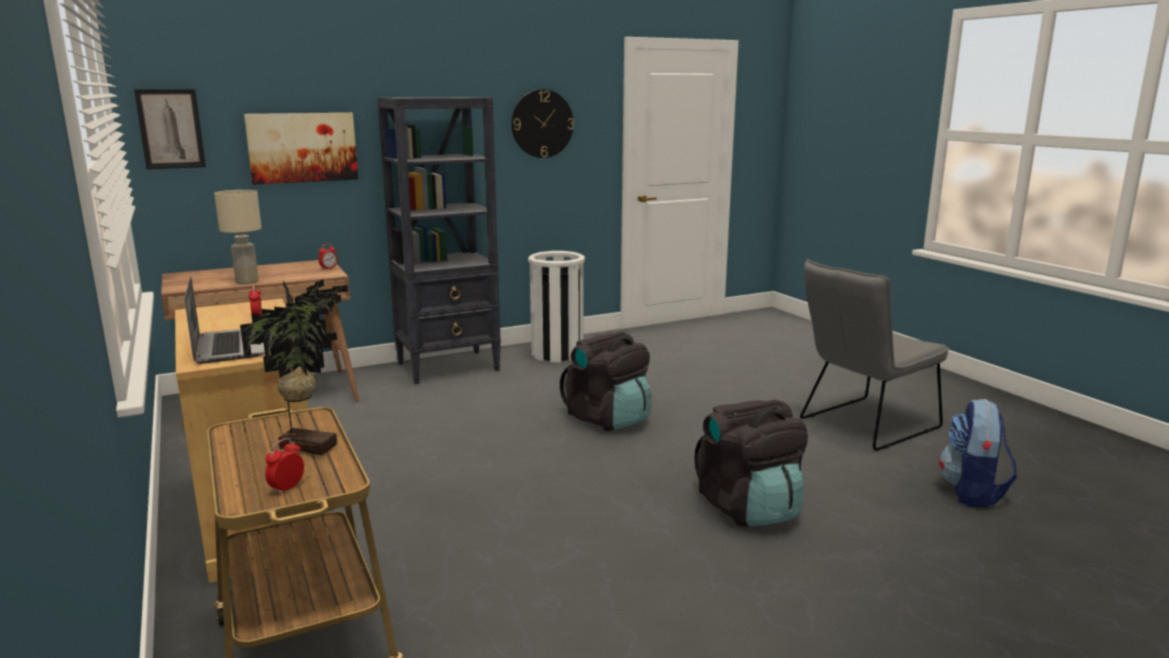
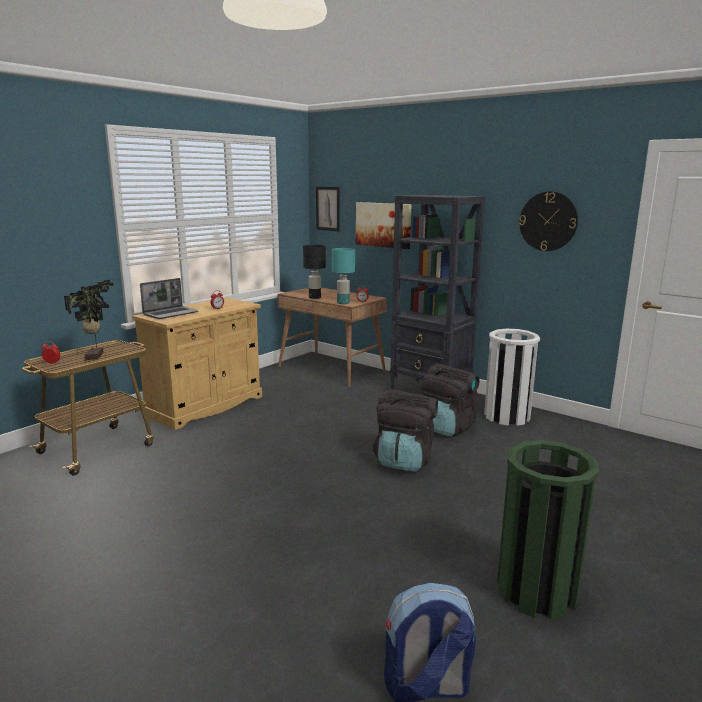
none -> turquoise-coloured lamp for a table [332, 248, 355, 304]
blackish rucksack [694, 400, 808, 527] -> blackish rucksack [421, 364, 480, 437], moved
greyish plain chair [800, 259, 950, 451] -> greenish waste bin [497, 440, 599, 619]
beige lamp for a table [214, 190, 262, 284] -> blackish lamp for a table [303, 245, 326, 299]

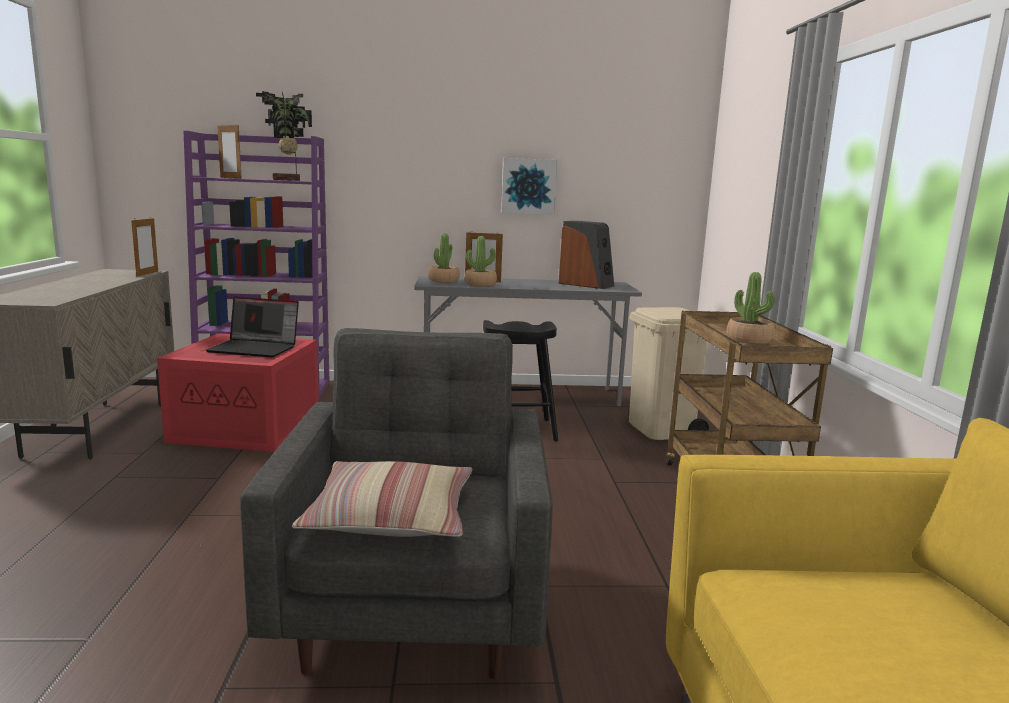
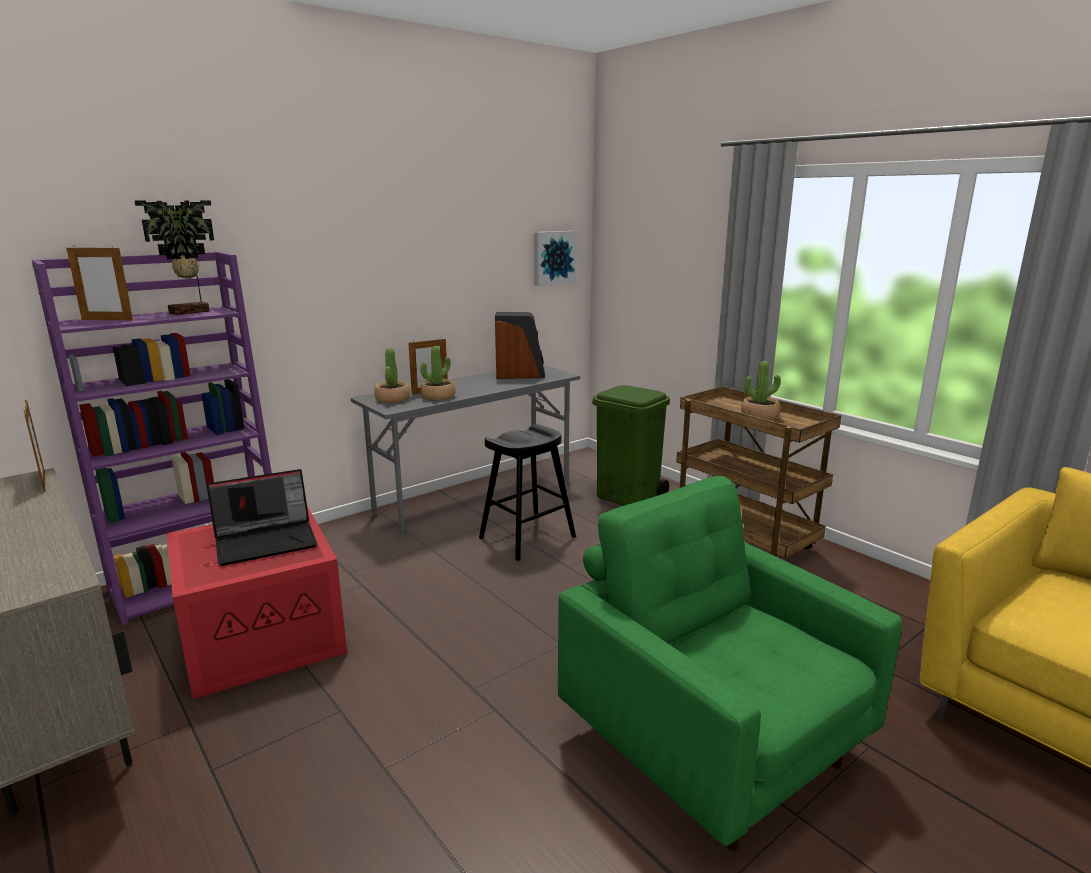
throw pillow [292, 461, 473, 537] -> none
picture [501, 158, 558, 215] -> picture [534, 231, 578, 286], moved
greyish lounge chair [240, 328, 553, 679] -> greenish lounge chair [558, 476, 902, 851]
beige waste bin [629, 307, 709, 440] -> greenish waste bin [593, 385, 670, 506]

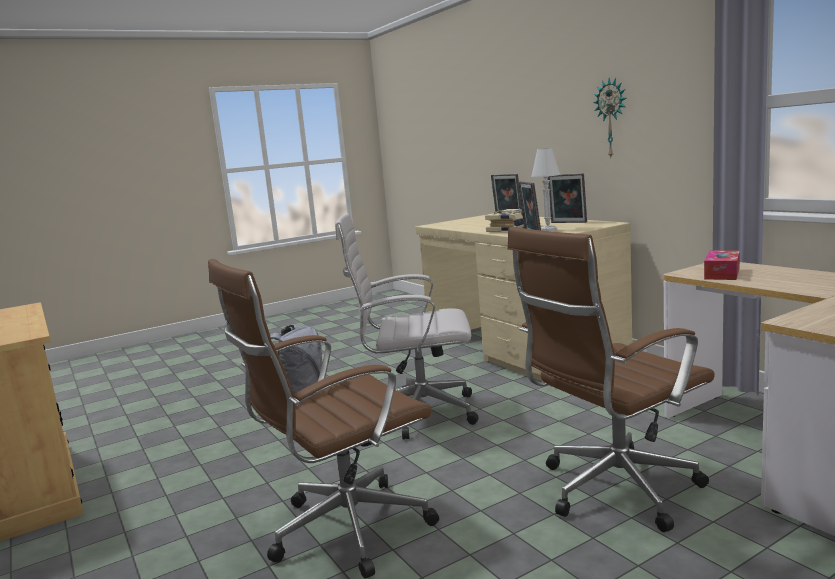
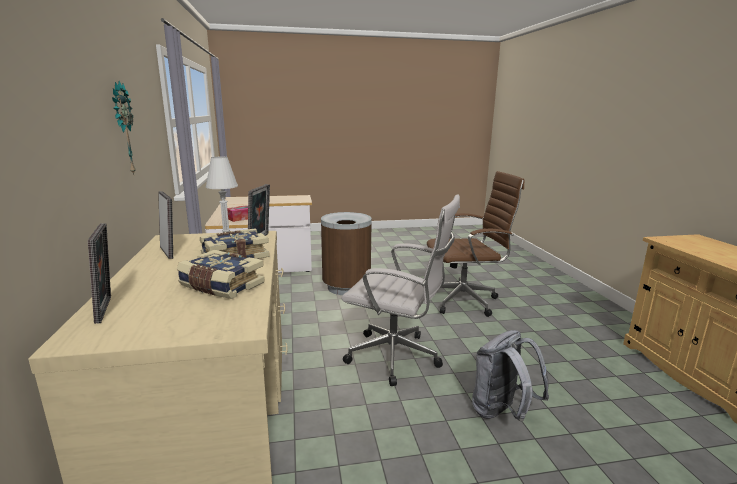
none -> book [177, 250, 265, 299]
brownish desk chair [507, 227, 715, 532] -> brownish waste bin [321, 212, 372, 295]

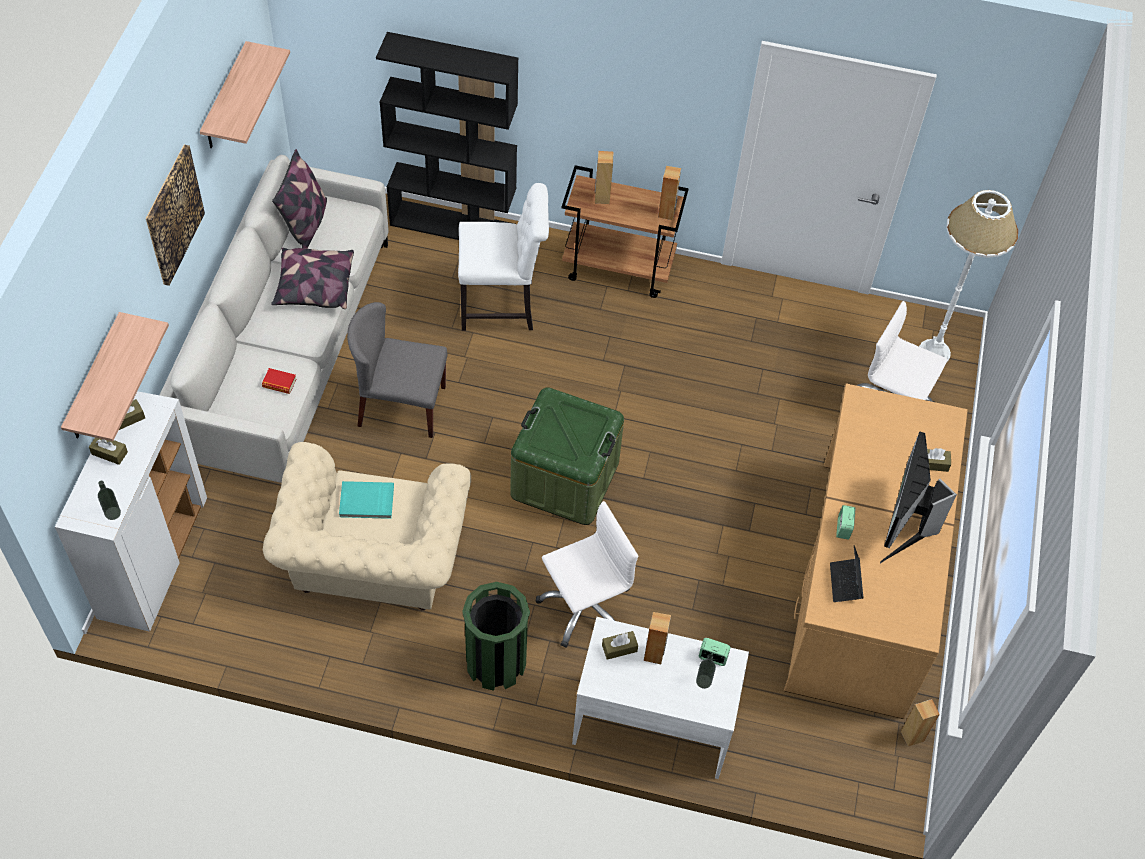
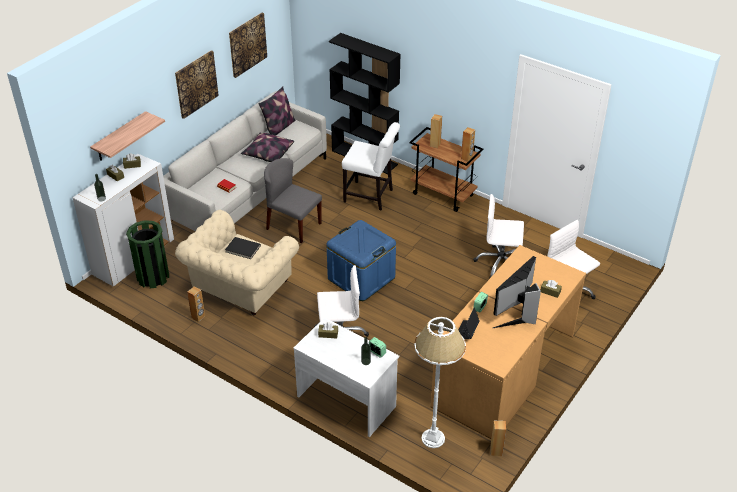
none -> white-coloured desk chair [474, 194, 524, 279]
greenish waste bin [462, 582, 530, 691] -> greenish waste bin [126, 220, 169, 289], moved
brownish loudspeaker [644, 612, 671, 664] -> brownish loudspeaker [187, 286, 205, 322], moved
white-coloured standing lamp [919, 190, 1018, 362] -> white-coloured standing lamp [414, 317, 466, 448], moved
bracket shelf [200, 41, 290, 148] -> picture [229, 13, 267, 78]
turquoise-coloured book [339, 481, 394, 519] -> blackish book [225, 237, 261, 259]
greenish storage container [510, 387, 624, 525] -> bluish storage container [327, 220, 396, 301]

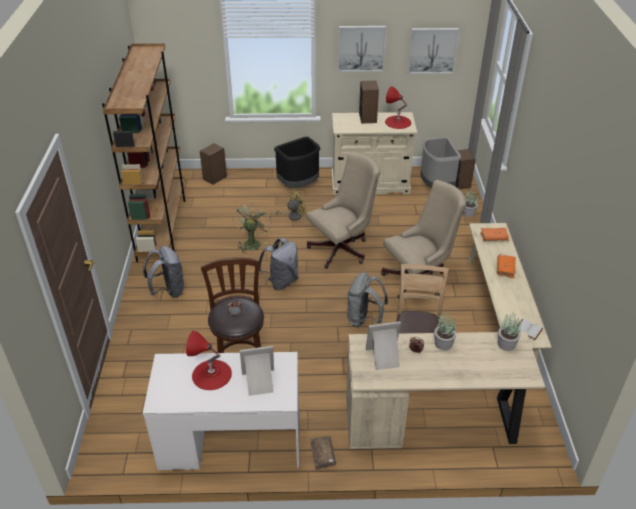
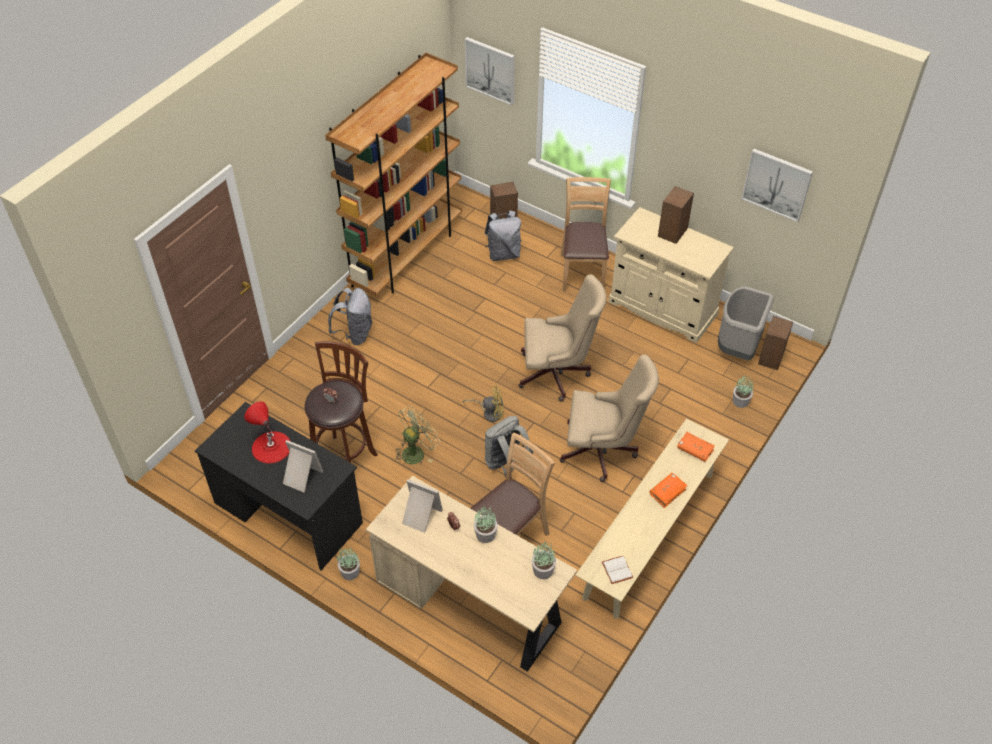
reddish lamp for a table [385, 86, 411, 129] -> none
greenish fan [233, 203, 272, 252] -> greenish fan [395, 406, 440, 464], moved
greyish rucksack [259, 238, 299, 290] -> greyish rucksack [485, 210, 522, 261], moved
yellow fan [270, 191, 307, 221] -> yellow fan [463, 385, 504, 422], moved
picture [338, 26, 386, 72] -> picture [465, 37, 515, 106], moved
blackish waste bin [274, 136, 320, 188] -> brownish plain chair [561, 177, 611, 291]
brownish book [310, 436, 336, 470] -> houseplant [337, 547, 360, 580]
white-coloured desk unit [143, 352, 299, 470] -> blackish desk unit [195, 402, 363, 570]

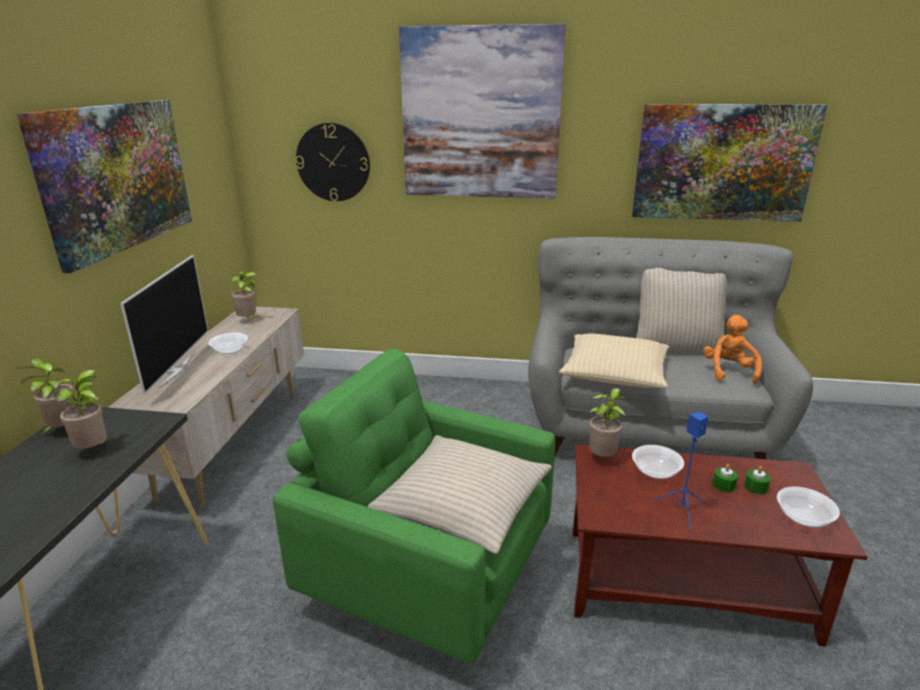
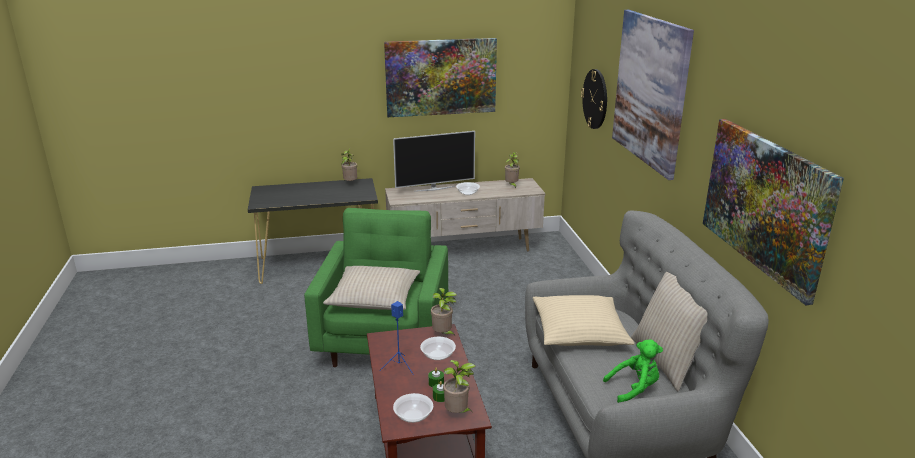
houseplant [53, 370, 110, 449] -> houseplant [443, 360, 476, 413], moved
orange-coloured cuddly toy [703, 315, 762, 384] -> greenish cuddly toy [603, 340, 663, 403]

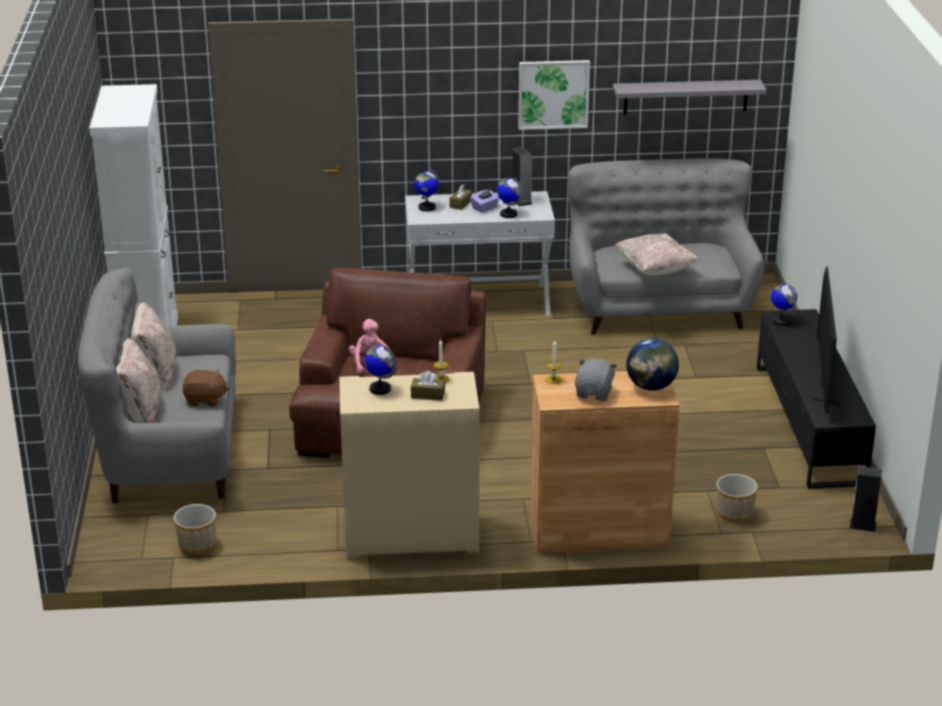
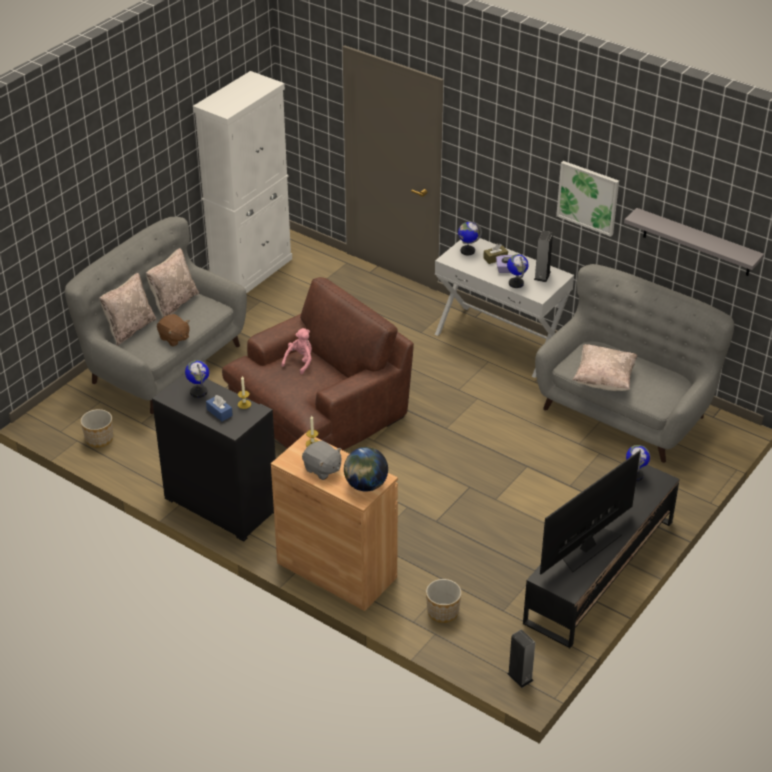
beige cupboard [339, 372, 480, 559] -> blackish cupboard [152, 373, 276, 541]
brownish tissue box [411, 371, 445, 400] -> bluish tissue box [206, 395, 233, 421]
greyish cuddly toy [575, 358, 617, 401] -> greyish cuddly toy [302, 441, 342, 480], 75 degrees clockwise

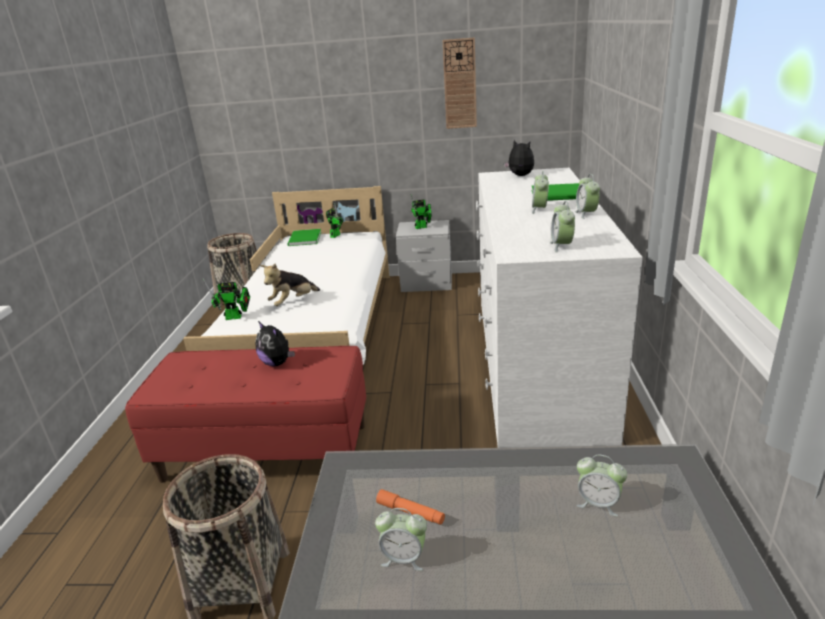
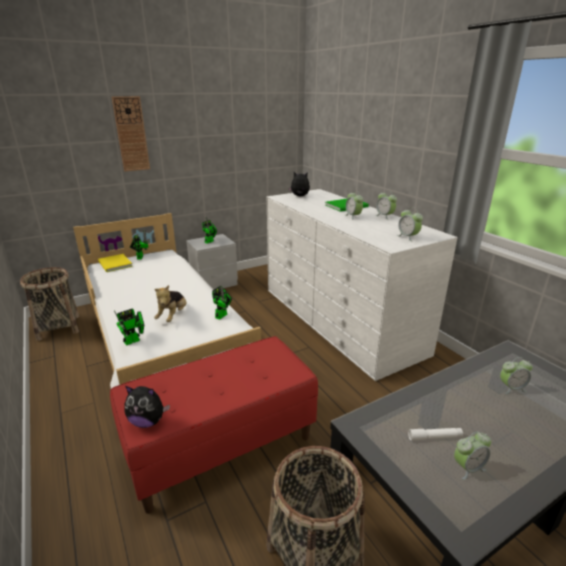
none -> robot figure [212, 285, 232, 320]
cuddly toy [255, 321, 295, 366] -> cuddly toy [124, 386, 170, 428], moved
clock on the wall [443, 37, 477, 129] -> clock on the wall [112, 96, 150, 171], moved
greenish book [287, 229, 321, 246] -> yellow book [98, 254, 132, 272]
orange-coloured flashlight [376, 489, 445, 525] -> white-coloured flashlight [408, 428, 463, 441]

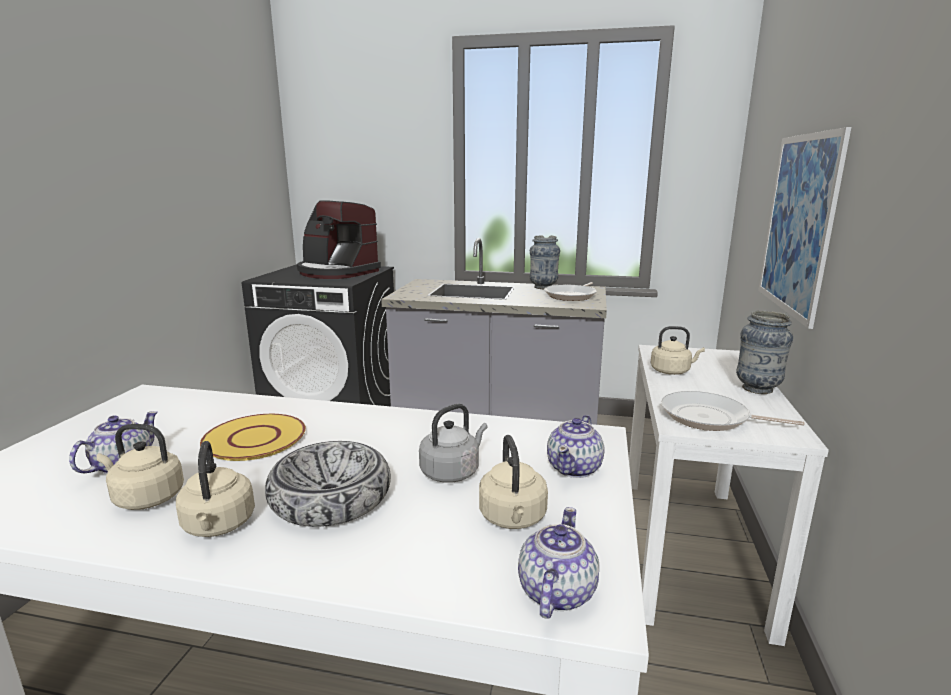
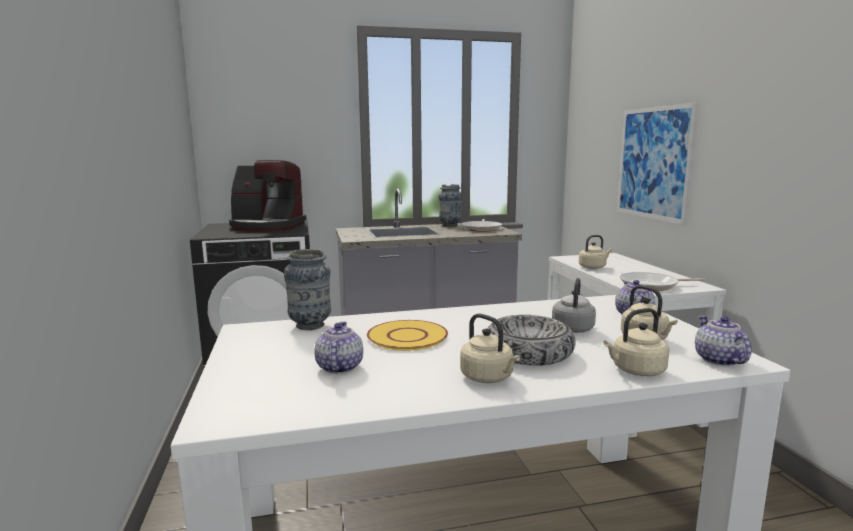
beige water kettle [96, 424, 184, 510] -> beige water kettle [603, 308, 669, 376], moved
vase [736, 311, 793, 394] -> vase [284, 249, 331, 330], moved

